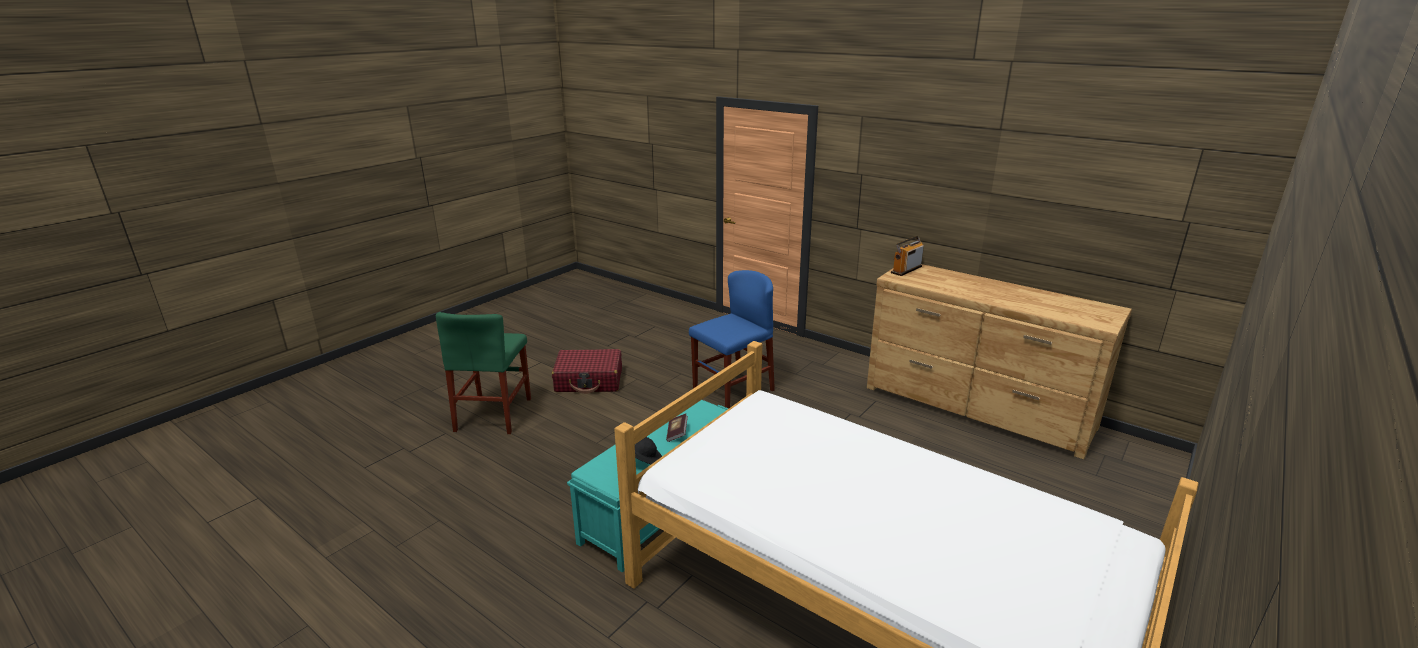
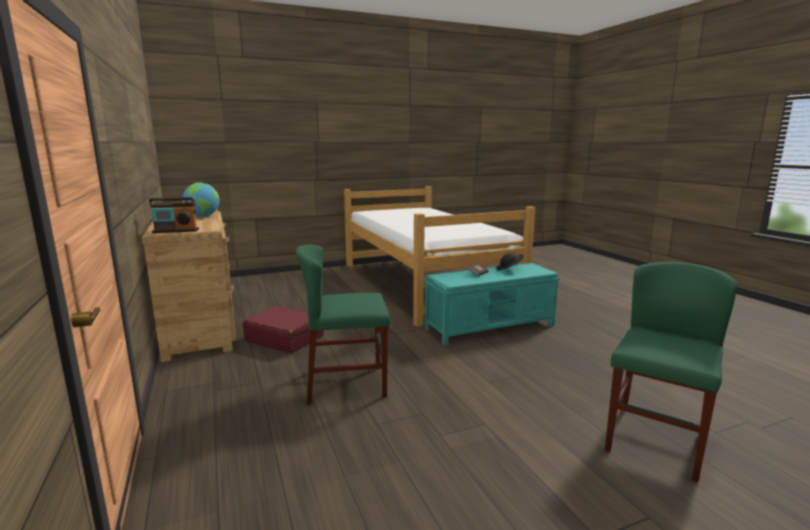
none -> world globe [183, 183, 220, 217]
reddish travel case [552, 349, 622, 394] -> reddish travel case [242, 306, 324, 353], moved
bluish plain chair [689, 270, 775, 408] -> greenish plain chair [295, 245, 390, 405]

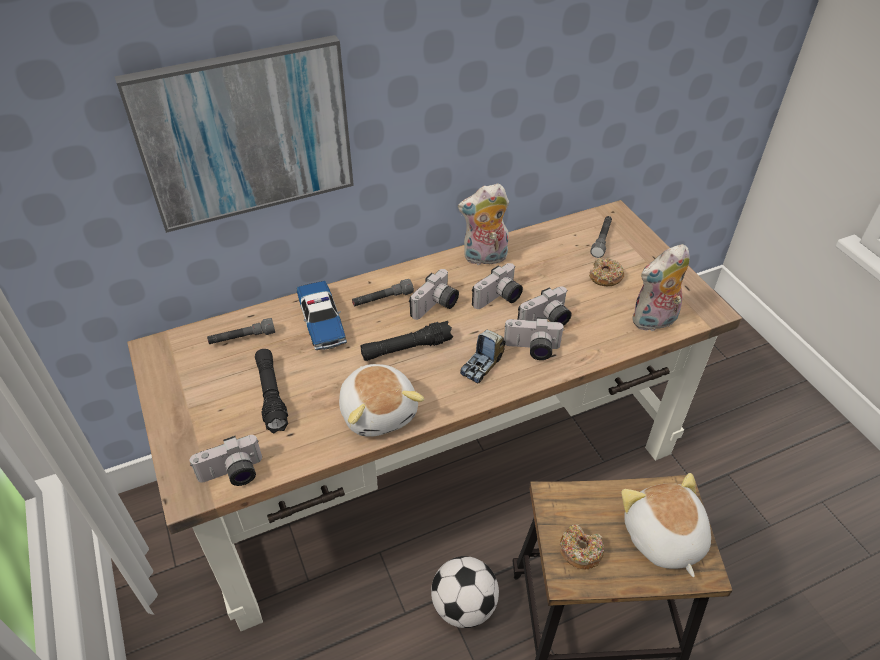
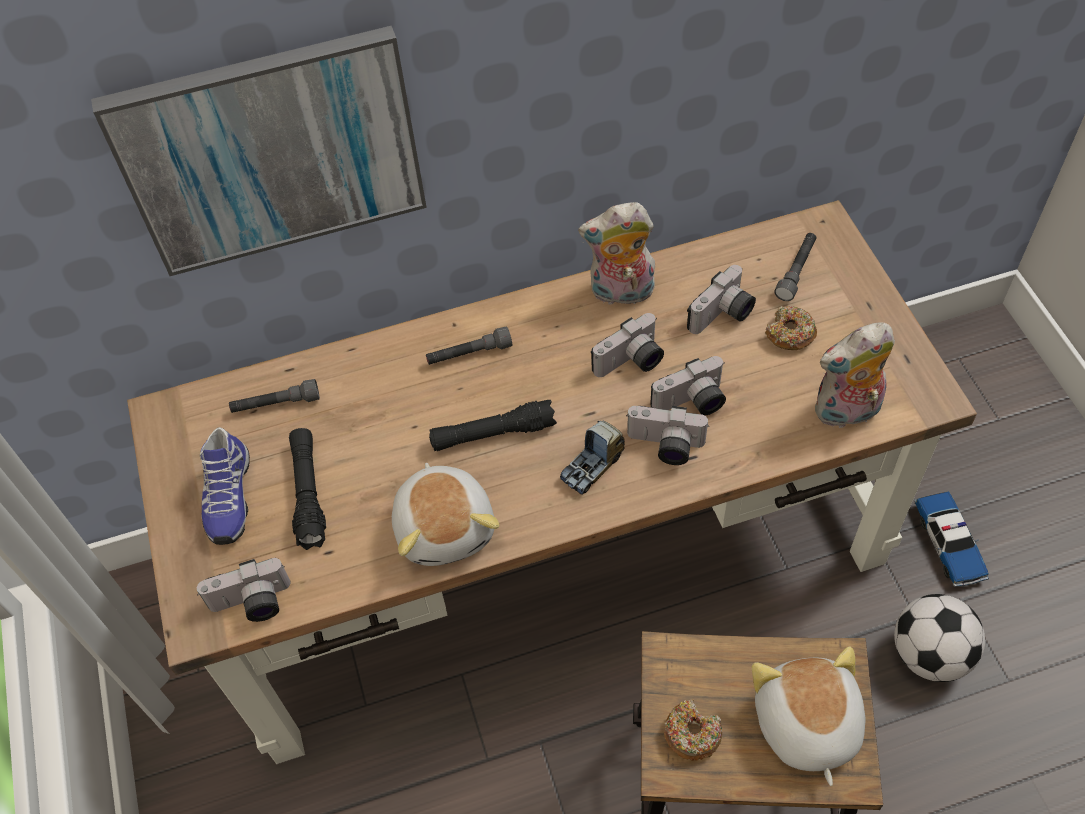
none -> item of footwear [200, 427, 250, 545]
toy car [296, 281, 347, 350] -> toy car [914, 492, 989, 587], moved
photo camera [409, 269, 459, 320] -> photo camera [687, 265, 756, 334], moved
football [431, 556, 499, 628] -> football [894, 594, 985, 682], moved

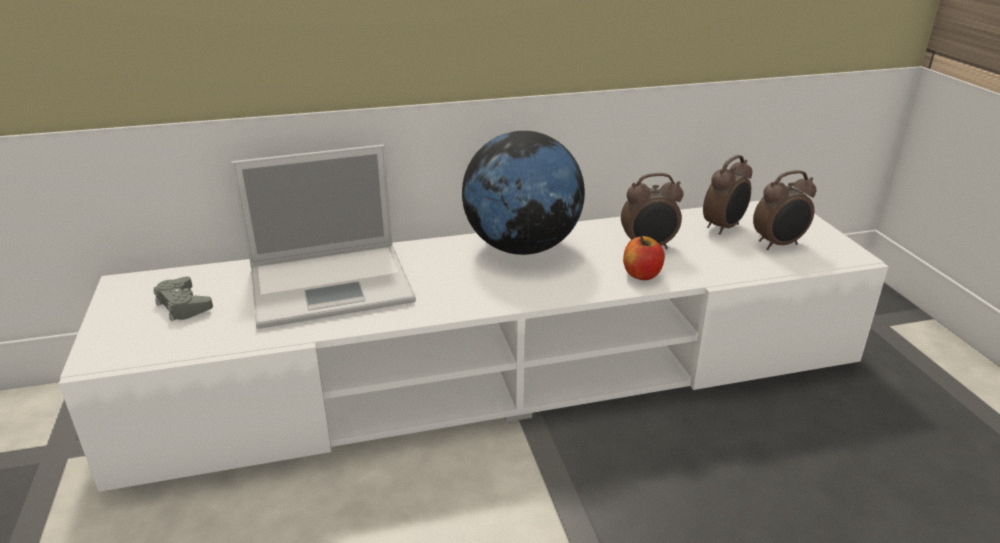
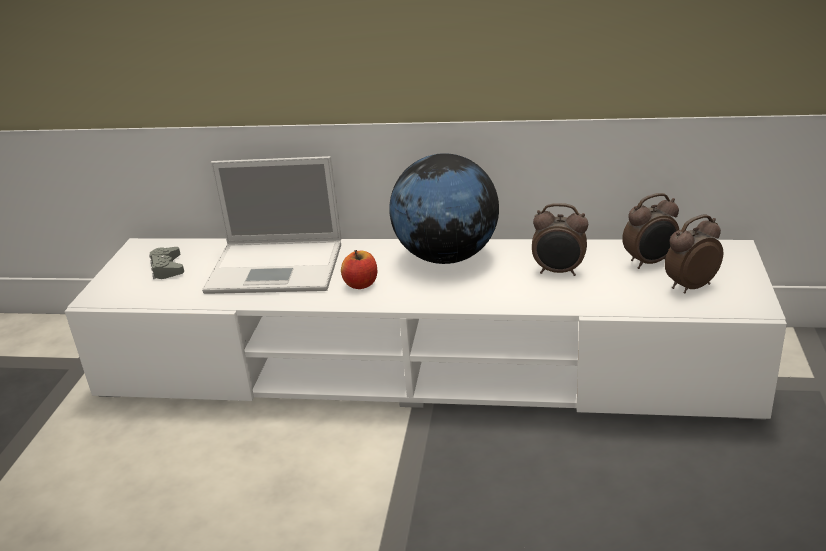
apple [623, 236, 665, 280] -> apple [341, 250, 377, 289], moved
alarm clock [753, 170, 817, 250] -> alarm clock [665, 215, 723, 294], 150 degrees clockwise

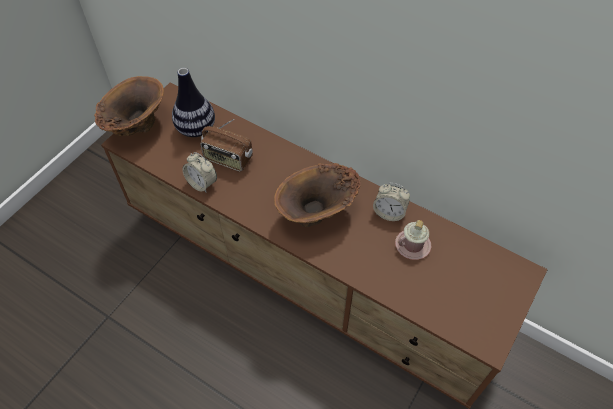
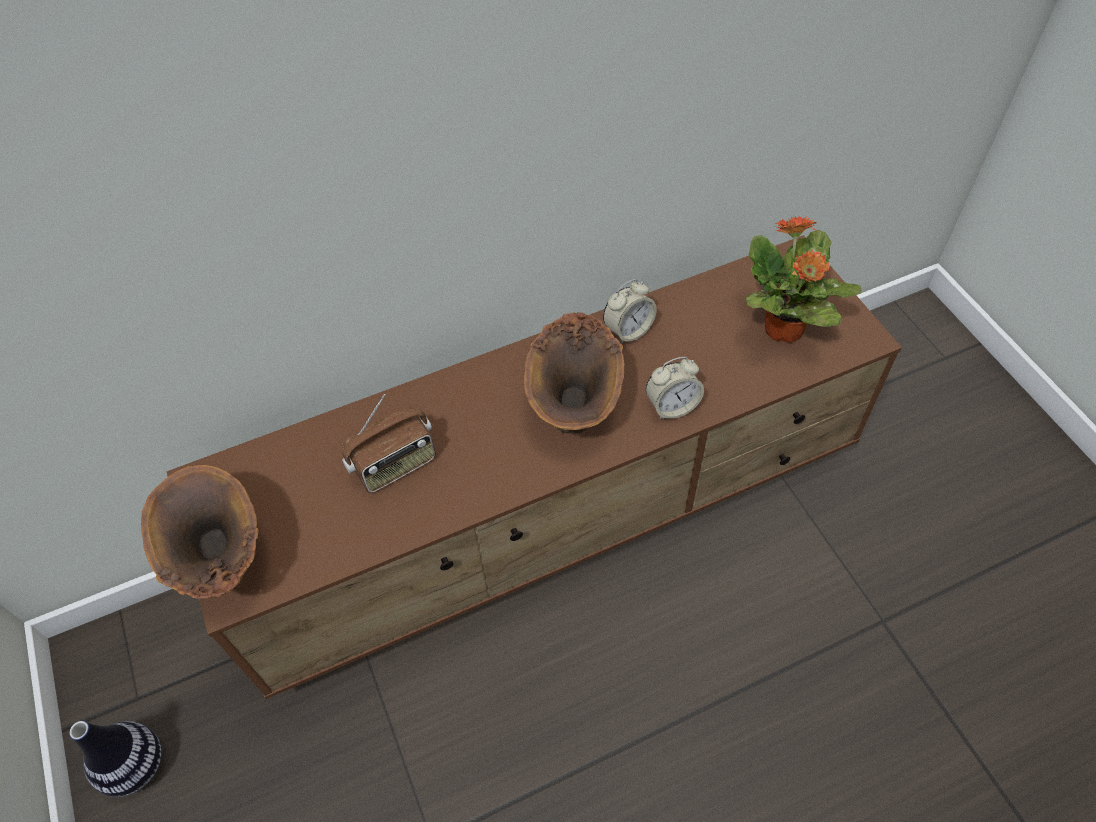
pink-coloured tea mug [395, 220, 431, 260] -> none
none -> houseplant [746, 216, 862, 343]
vase [172, 68, 215, 137] -> vase [69, 721, 162, 797], moved
alarm clock [182, 152, 217, 193] -> alarm clock [645, 357, 704, 419], moved

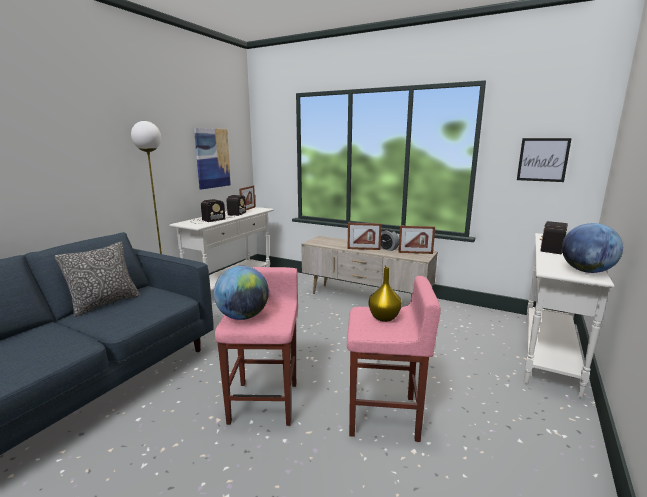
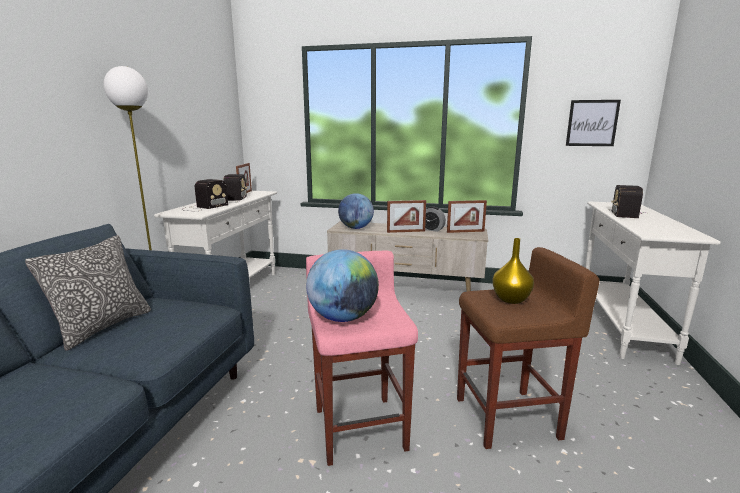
picture [194, 128, 231, 189] -> none
world globe [562, 223, 623, 273] -> world globe [338, 193, 374, 229], moved
pink-coloured stool [347, 276, 441, 442] -> brownish stool [457, 247, 600, 449]

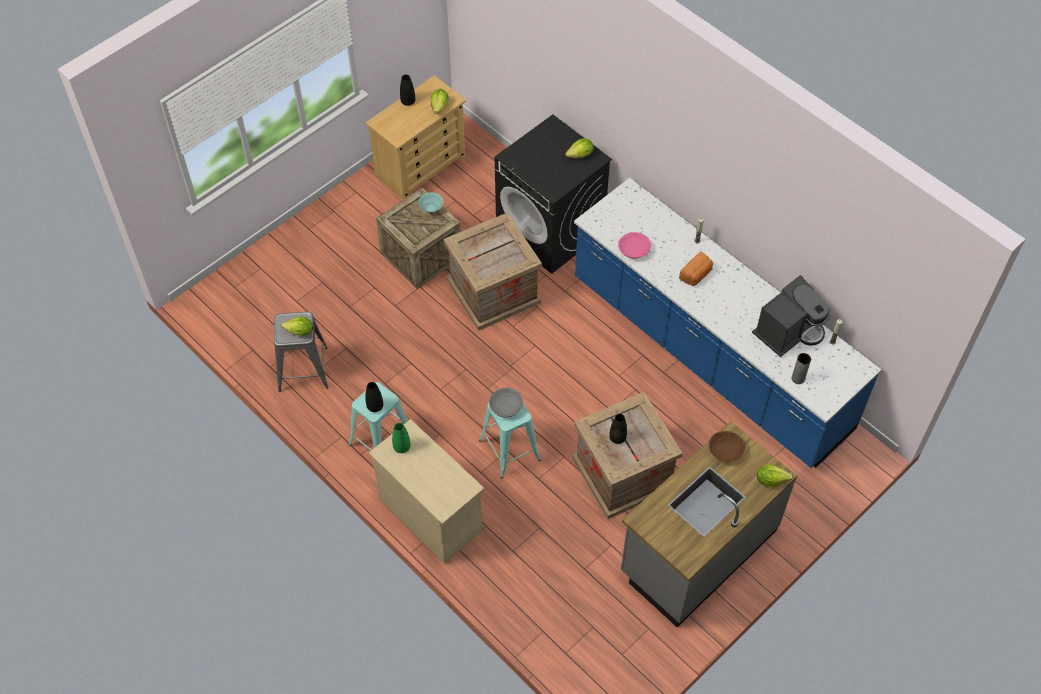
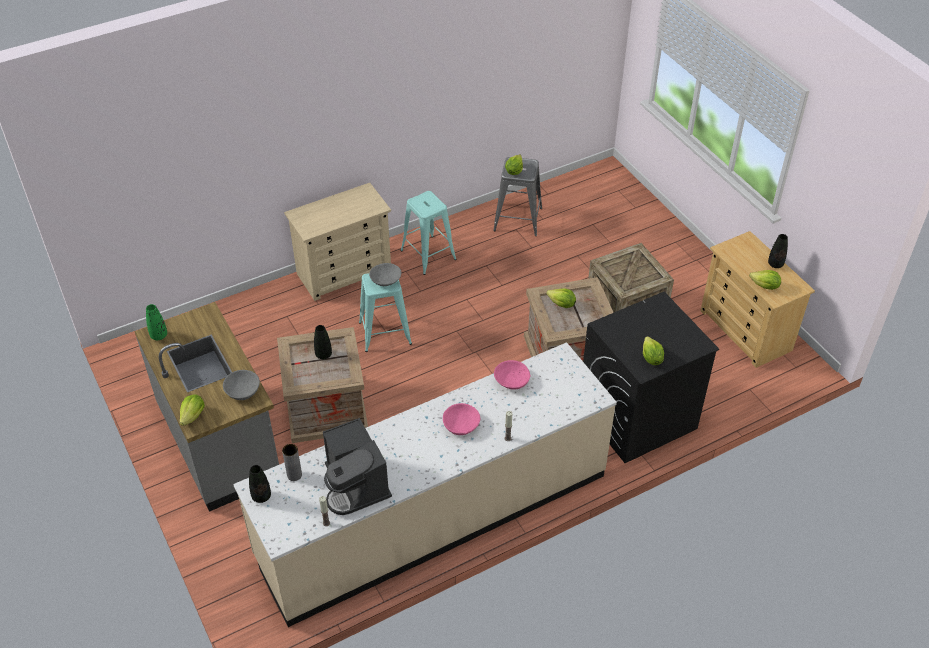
turquoise-coloured bowl [418, 192, 444, 212] -> none
none -> lettuce head [546, 288, 576, 308]
blackish vase [365, 382, 383, 412] -> blackish vase [249, 465, 271, 503], moved
greenish vase [392, 423, 411, 453] -> greenish vase [146, 304, 167, 340], moved
bread [679, 251, 713, 286] -> pink-coloured bowl [443, 403, 480, 435]
bluish kitchen base unit [574, 178, 881, 468] -> beige kitchen base unit [233, 342, 617, 627]
brownish bowl [709, 431, 745, 462] -> greyish bowl [223, 370, 260, 400]

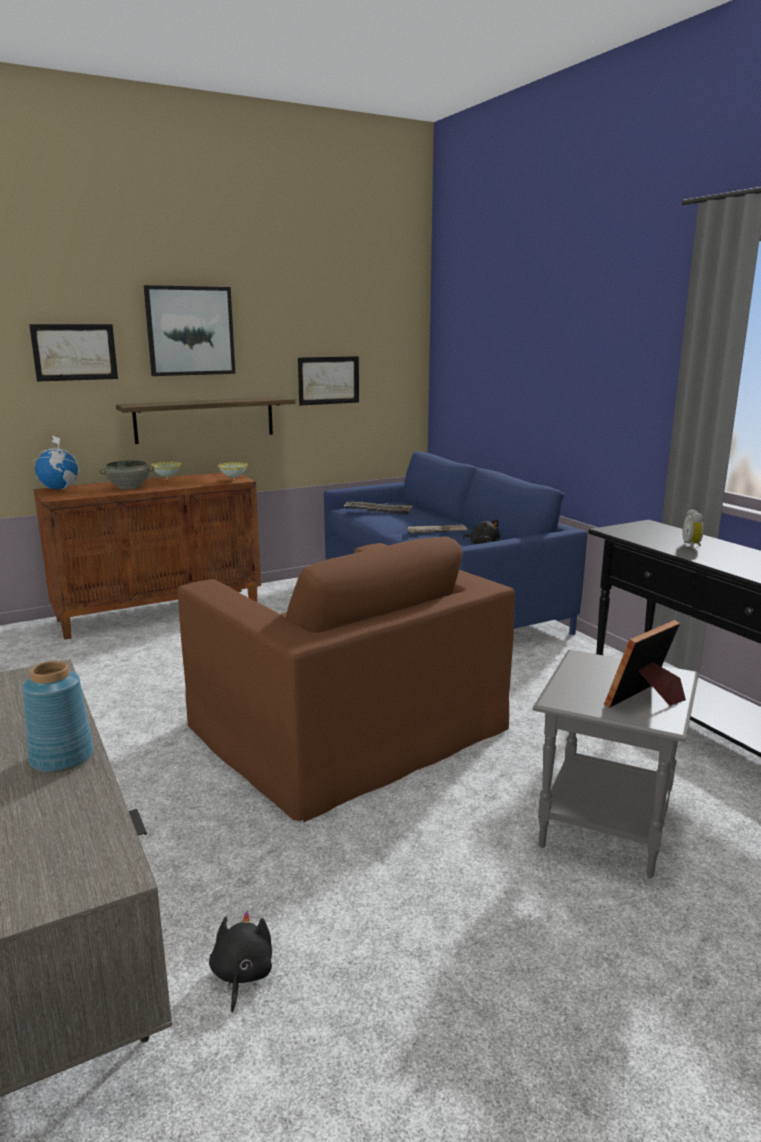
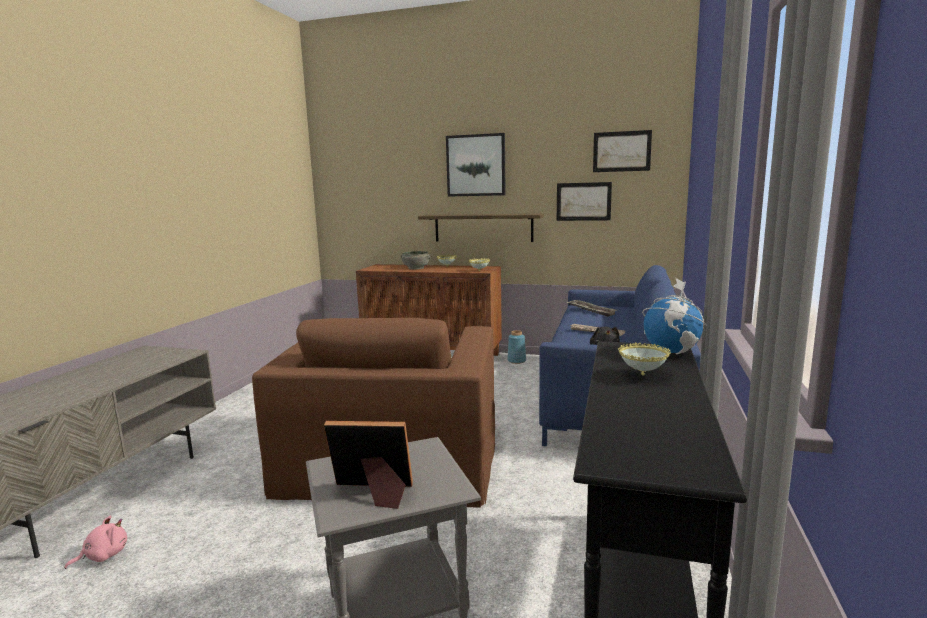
bluish vase [22, 661, 94, 773] -> bluish vase [507, 330, 526, 364], moved
picture [29, 324, 118, 382] -> picture [593, 130, 652, 172], moved
world globe [32, 436, 81, 489] -> world globe [642, 278, 706, 354], moved
alarm clock [682, 509, 704, 549] -> bowl [618, 342, 671, 375]
blackish cuddly toy [209, 911, 272, 1013] -> pink-coloured cuddly toy [64, 515, 127, 569]

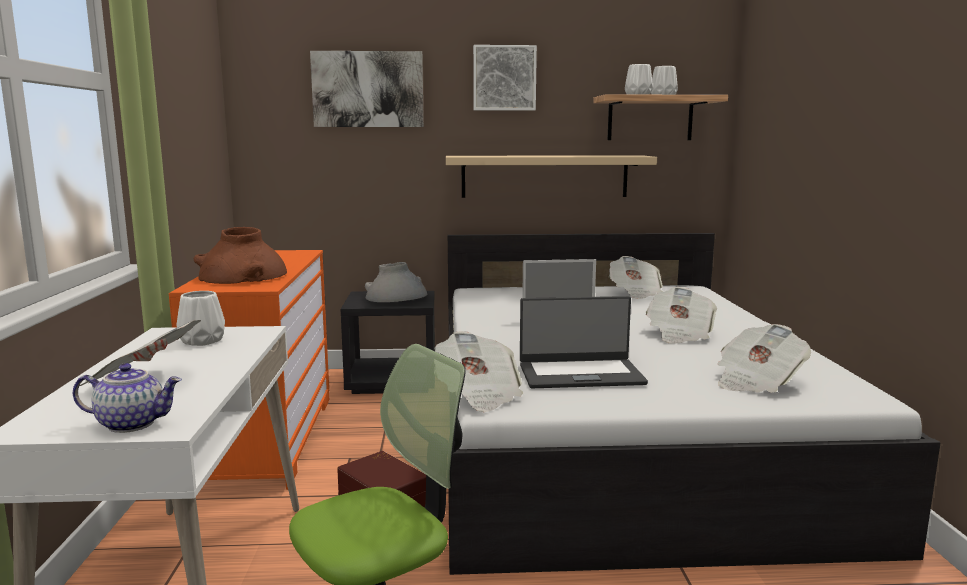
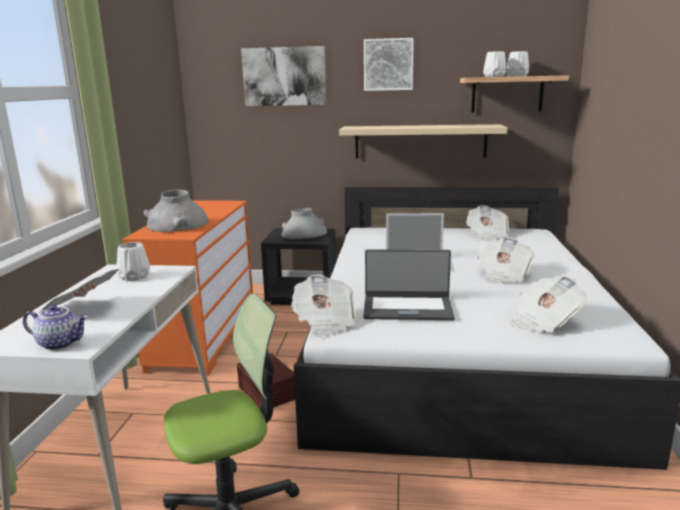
brownish vase [194, 227, 287, 284] -> greyish vase [144, 189, 209, 232]

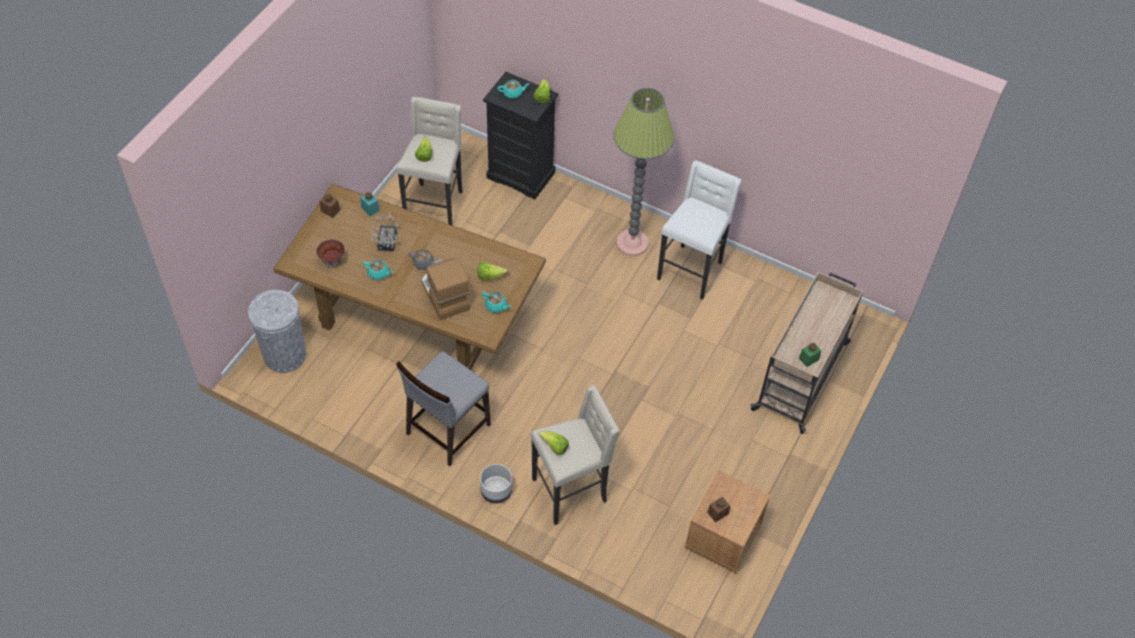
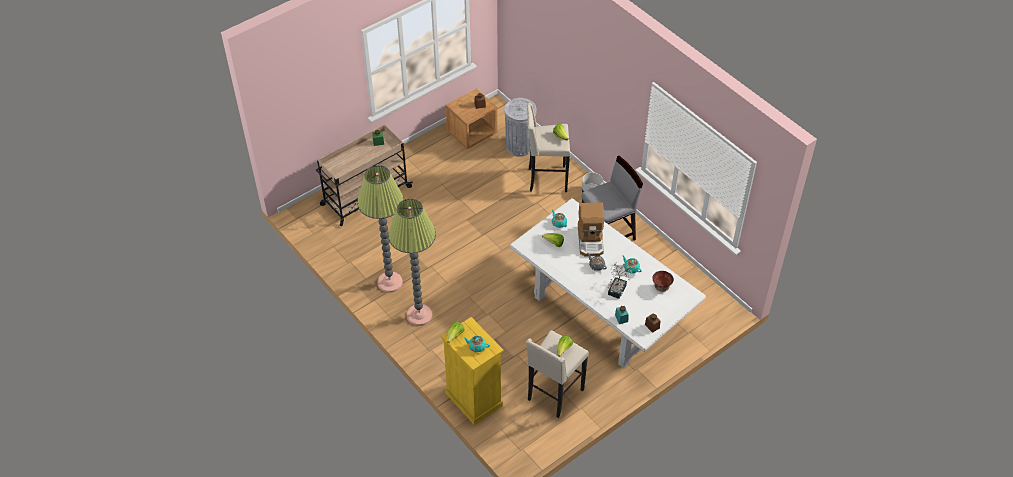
greyish waste bin [248, 290, 306, 373] -> greyish waste bin [504, 98, 537, 157], moved
white-coloured stool [657, 160, 741, 300] -> standing lamp [357, 165, 404, 293]
brownish dinner table [273, 184, 546, 370] -> white-coloured dinner table [510, 198, 706, 368]
blackish chest of drawers [483, 72, 558, 199] -> yellow chest of drawers [441, 317, 504, 425]

